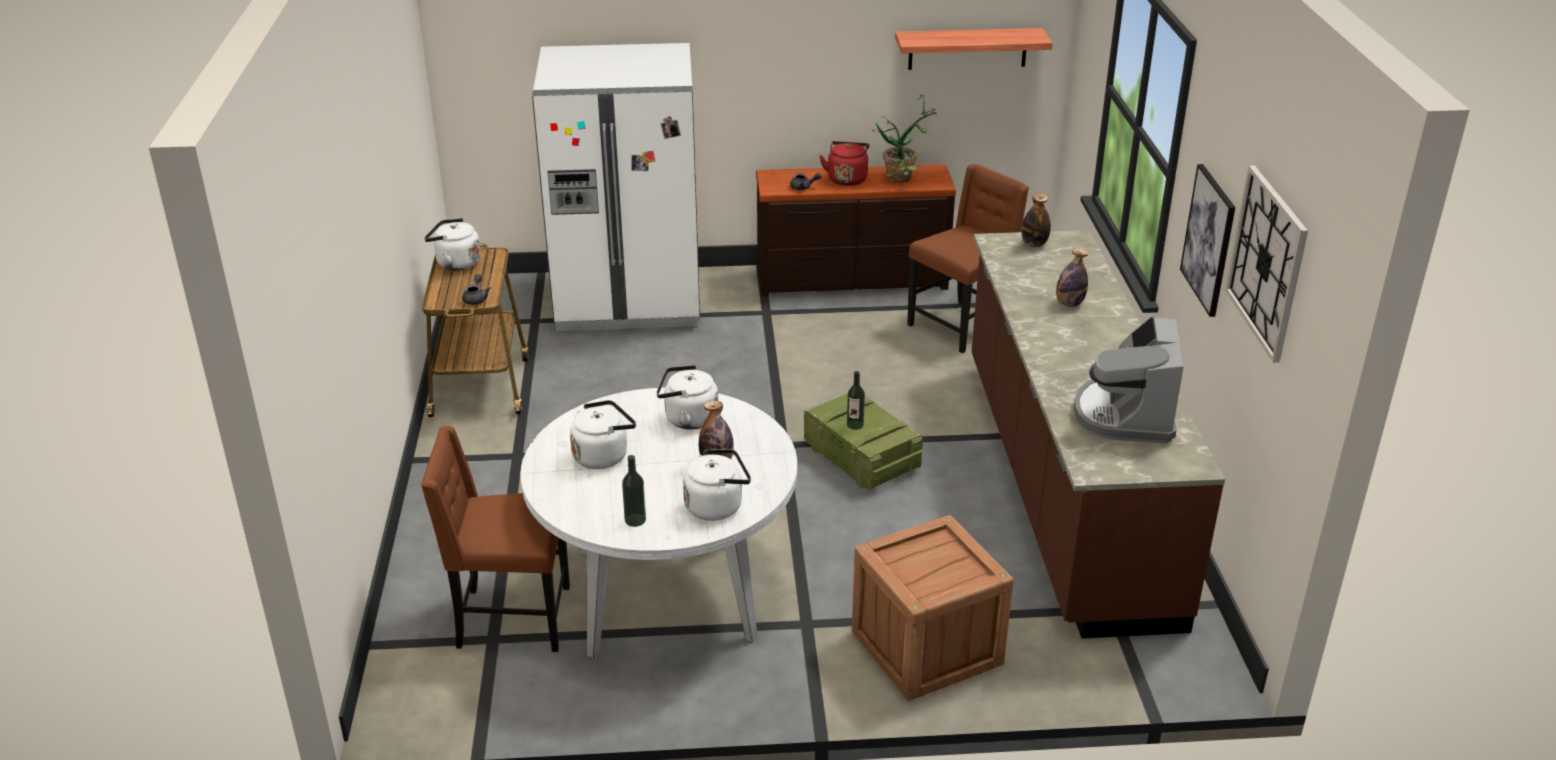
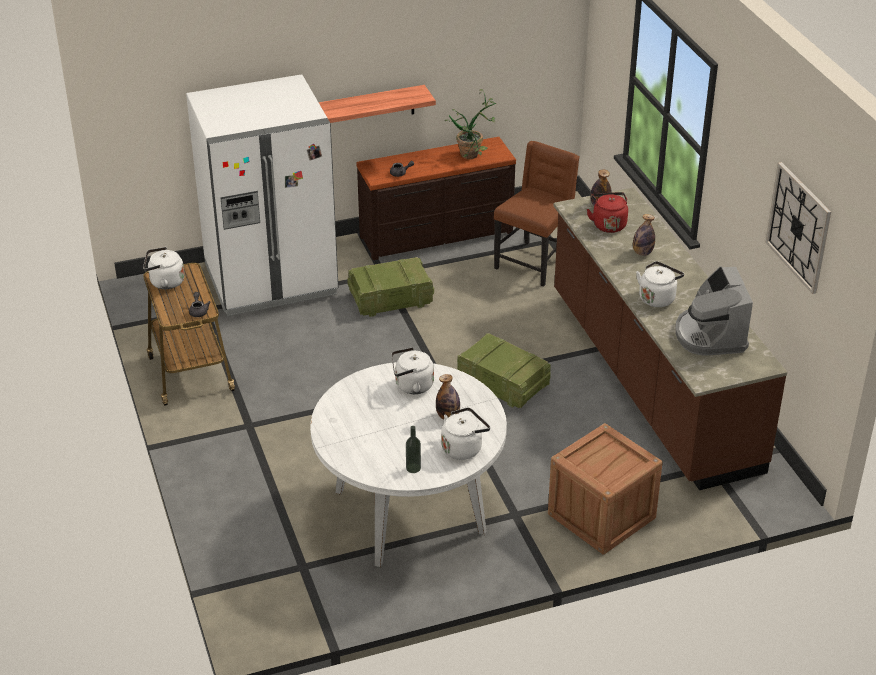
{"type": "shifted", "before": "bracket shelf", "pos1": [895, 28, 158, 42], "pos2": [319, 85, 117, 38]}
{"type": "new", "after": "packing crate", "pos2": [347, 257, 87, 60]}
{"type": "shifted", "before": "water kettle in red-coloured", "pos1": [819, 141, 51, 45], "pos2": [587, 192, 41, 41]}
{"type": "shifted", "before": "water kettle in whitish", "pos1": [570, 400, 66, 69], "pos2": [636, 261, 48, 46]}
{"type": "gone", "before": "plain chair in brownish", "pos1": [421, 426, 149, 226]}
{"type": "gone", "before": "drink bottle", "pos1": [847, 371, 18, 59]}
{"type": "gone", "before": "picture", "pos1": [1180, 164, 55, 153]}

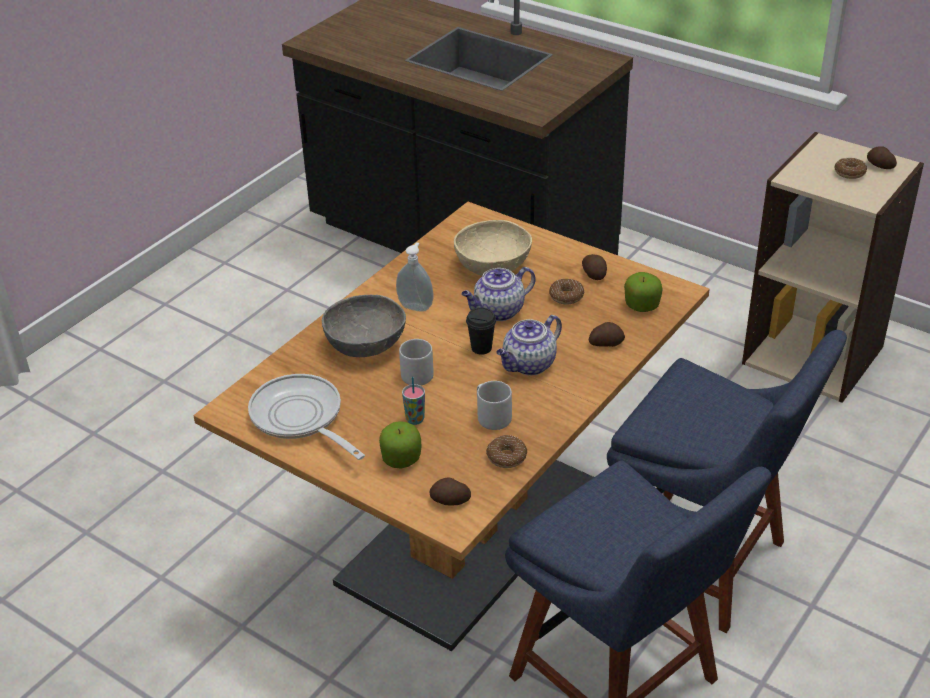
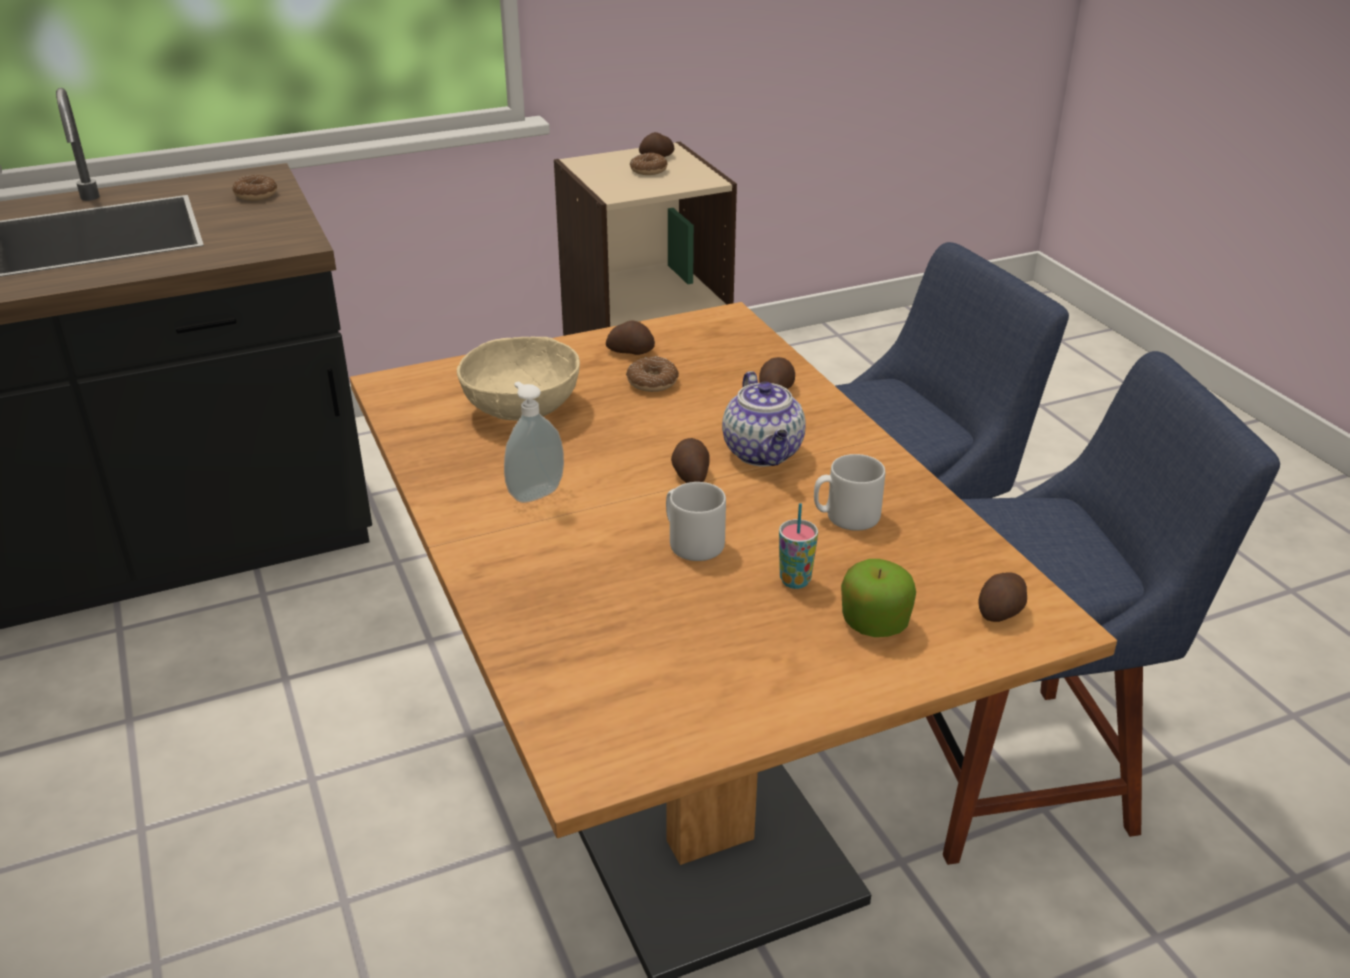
{"type": "shifted", "before": "doughnut", "pos1": [486, 435, 41, 33], "pos2": [232, 175, 45, 26]}
{"type": "swapped", "before": "small cup in blackish", "after": "whole potato", "pos1": [466, 308, 30, 47], "pos2": [671, 438, 39, 45]}
{"type": "gone", "before": "skillet", "pos1": [248, 374, 117, 86]}
{"type": "gone", "before": "bowl in greyish", "pos1": [322, 295, 84, 62]}
{"type": "gone", "before": "tea pot", "pos1": [461, 267, 75, 54]}
{"type": "gone", "before": "apple fruit", "pos1": [624, 272, 39, 40]}

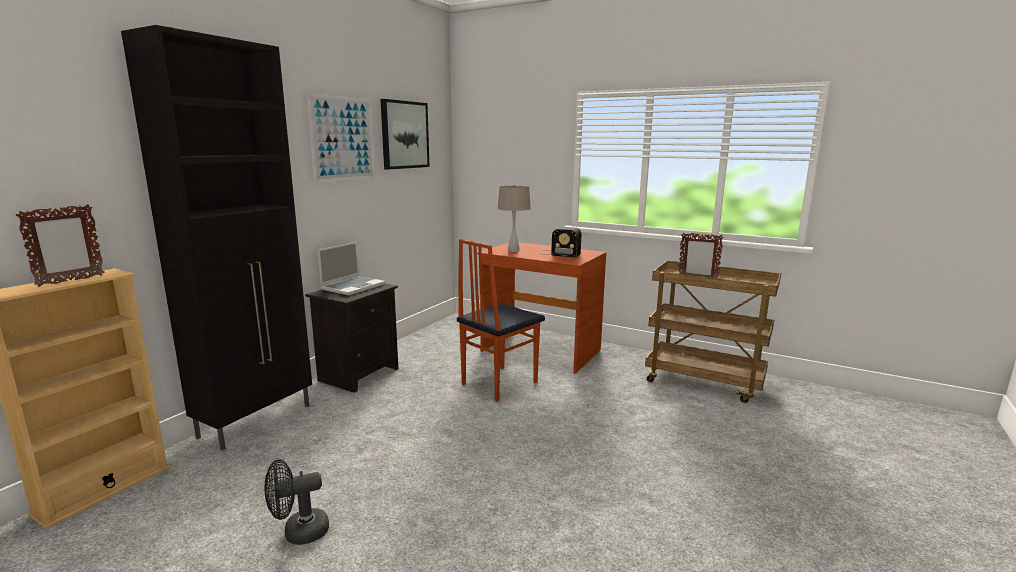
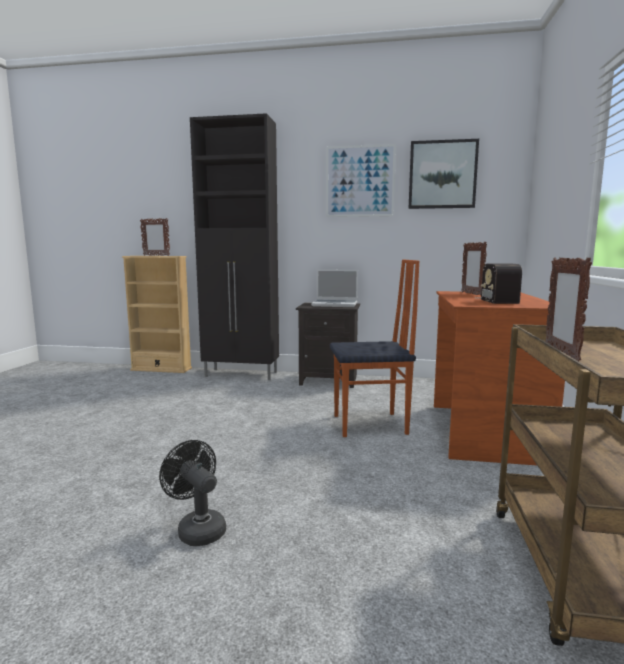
{"type": "shifted", "before": "cooling fan in blackish", "pos1": [264, 460, 65, 85], "pos2": [159, 440, 67, 106]}
{"type": "rotated", "before": "plain chair", "pos1": [457, 239, 88, 162], "pos2": [330, 259, 89, 178], "turn": 150}
{"type": "swapped", "before": "tabletop lamp in sand-coloured", "after": "standing frame", "pos1": [498, 185, 33, 67], "pos2": [461, 242, 26, 53]}

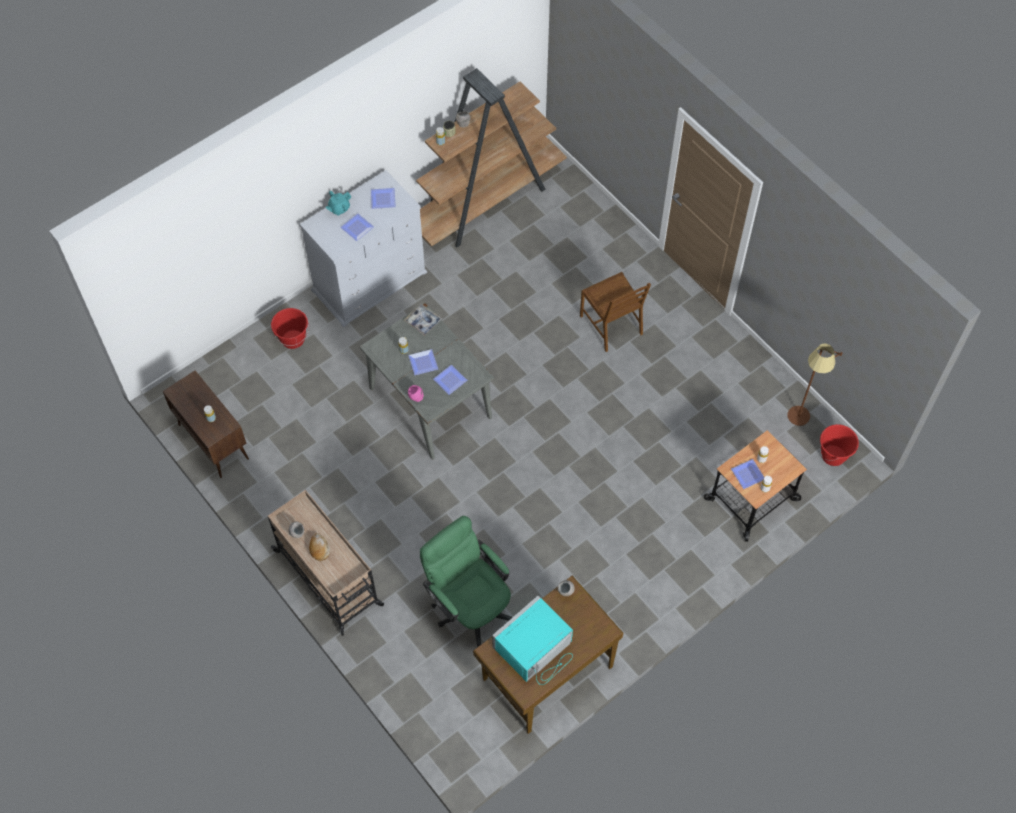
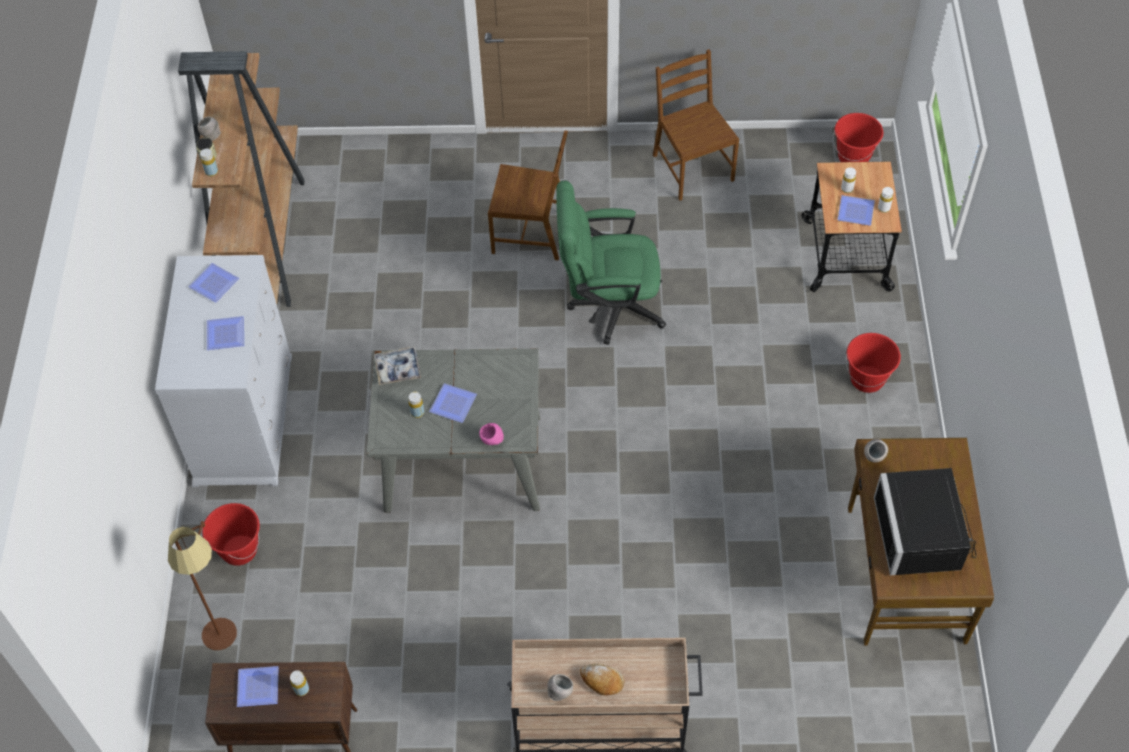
{"type": "shifted", "before": "standing lamp in brownish", "pos1": [788, 343, 54, 83], "pos2": [168, 521, 69, 129]}
{"type": "shifted", "before": "plate", "pos1": [433, 365, 34, 30], "pos2": [237, 666, 42, 41]}
{"type": "shifted", "before": "office chair in green-coloured", "pos1": [420, 516, 92, 131], "pos2": [556, 180, 110, 165]}
{"type": "new", "after": "plain chair in brownish", "pos2": [653, 49, 86, 152]}
{"type": "new", "after": "water bucket in red-coloured", "pos2": [846, 333, 55, 60]}
{"type": "repainted", "before": "microwave in blue-green", "after": "microwave in blackish", "pos1": [492, 595, 81, 90], "pos2": [874, 468, 102, 107]}
{"type": "gone", "before": "tea pot in blue-green", "pos1": [325, 191, 26, 24]}

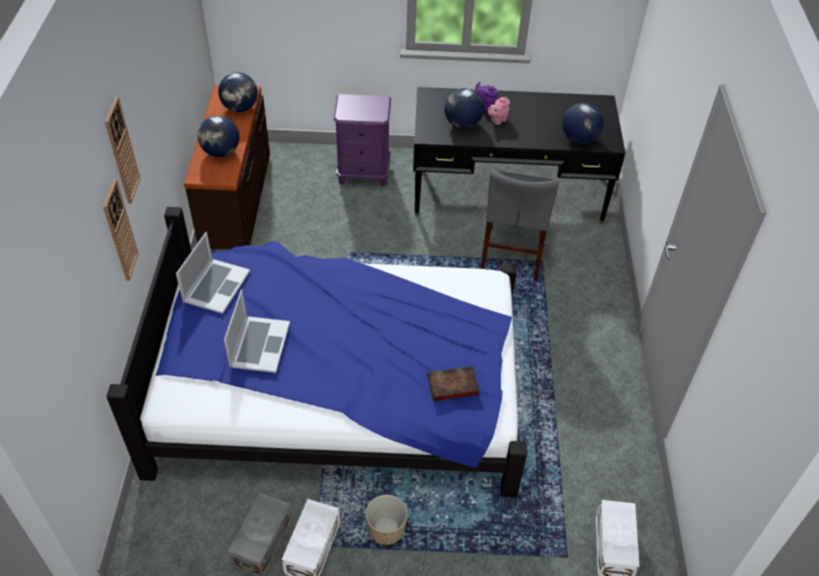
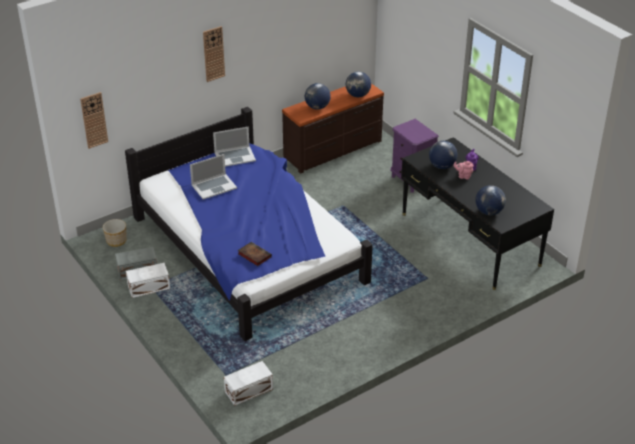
{"type": "shifted", "before": "wall clock", "pos1": [103, 179, 35, 102], "pos2": [80, 92, 28, 57]}
{"type": "shifted", "before": "plant pot", "pos1": [365, 495, 43, 50], "pos2": [103, 219, 24, 28]}
{"type": "gone", "before": "plain chair in greyish", "pos1": [480, 170, 79, 111]}

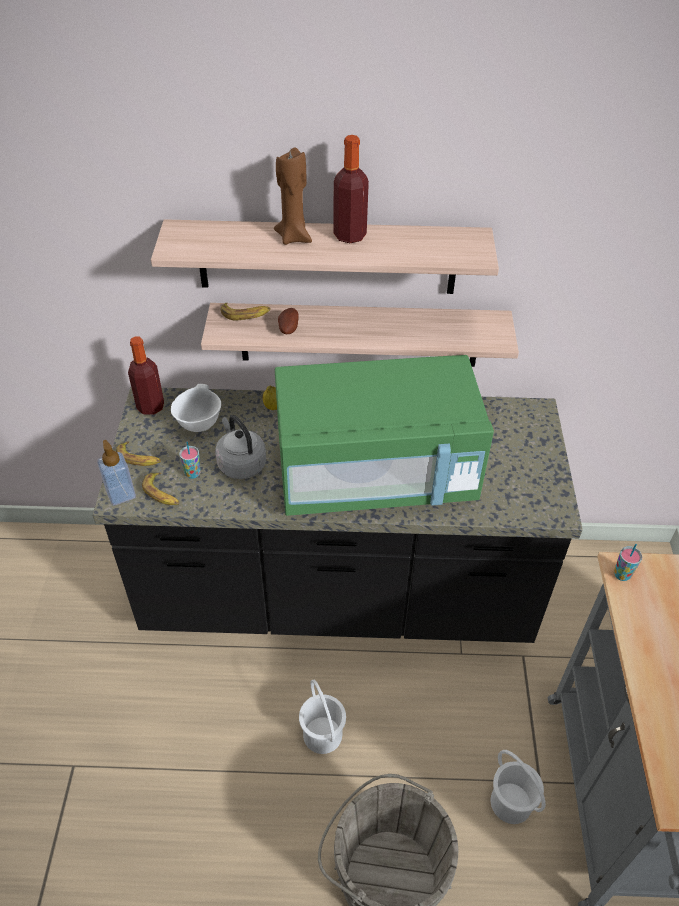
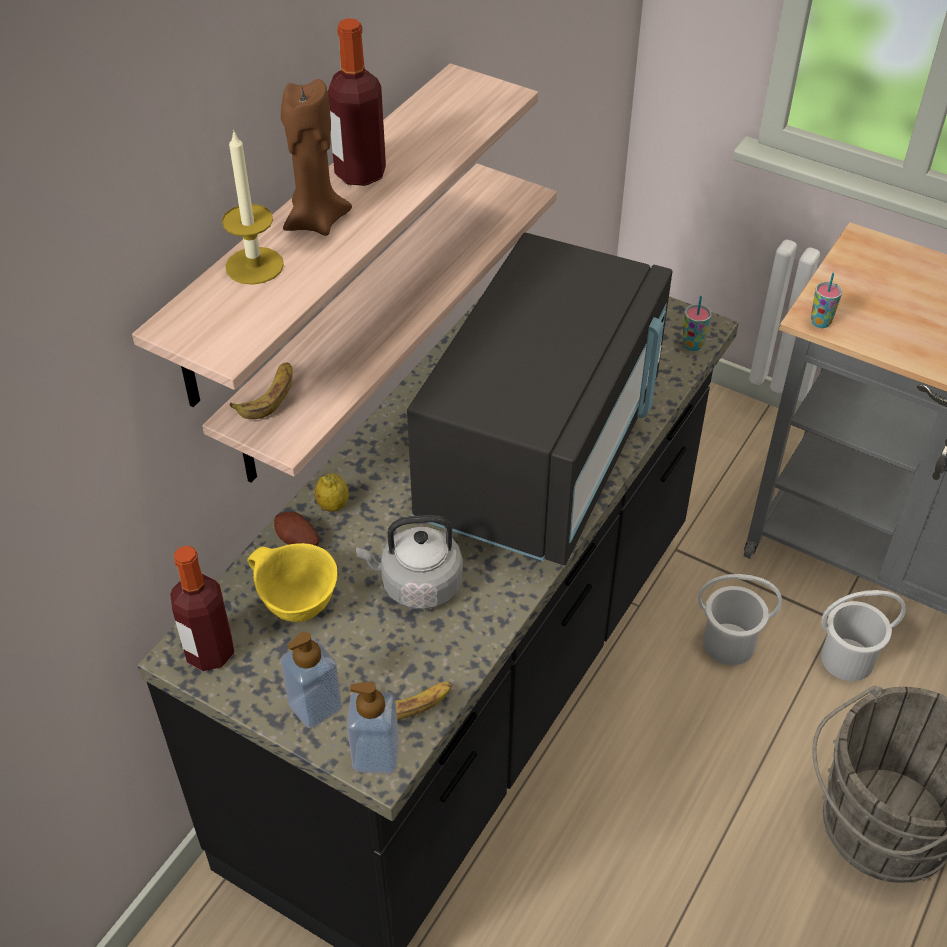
{"type": "new", "after": "wax candle", "pos2": [222, 130, 62, 155]}
{"type": "repainted", "before": "bowl in whitish", "after": "bowl in yellowish", "pos1": [171, 384, 50, 48], "pos2": [247, 543, 90, 79]}
{"type": "shifted", "before": "whole potato", "pos1": [278, 308, 21, 26], "pos2": [274, 512, 45, 34]}
{"type": "swapped", "before": "banana fruit", "after": "soap dispenser", "pos1": [116, 441, 45, 25], "pos2": [280, 632, 62, 96]}
{"type": "repainted", "before": "microwave in green-coloured", "after": "microwave in blackish", "pos1": [275, 355, 219, 161], "pos2": [407, 233, 266, 332]}
{"type": "shifted", "before": "small cup", "pos1": [179, 442, 22, 37], "pos2": [683, 295, 29, 56]}
{"type": "shifted", "before": "water bucket in whitish", "pos1": [299, 680, 47, 74], "pos2": [698, 574, 84, 91]}

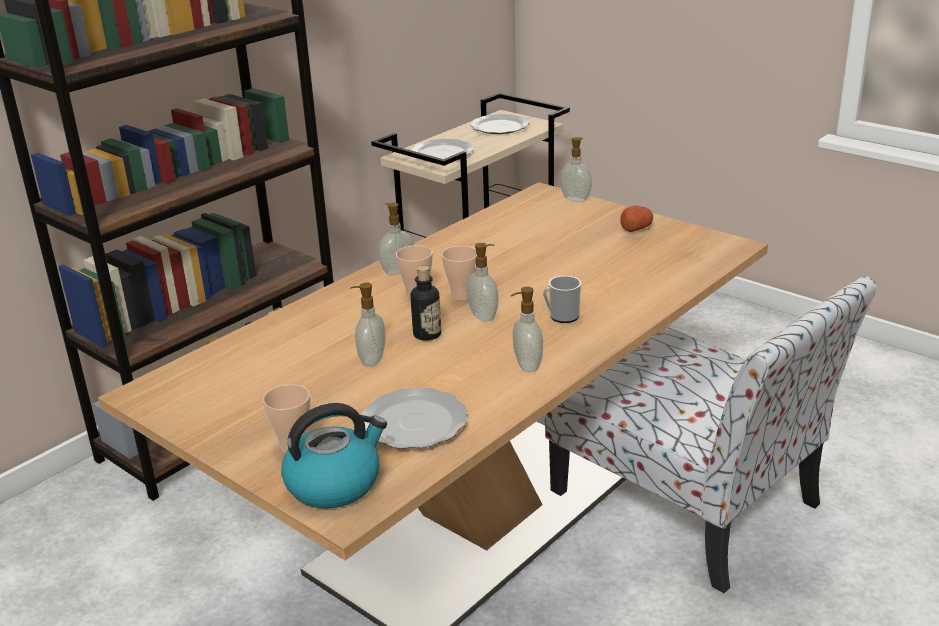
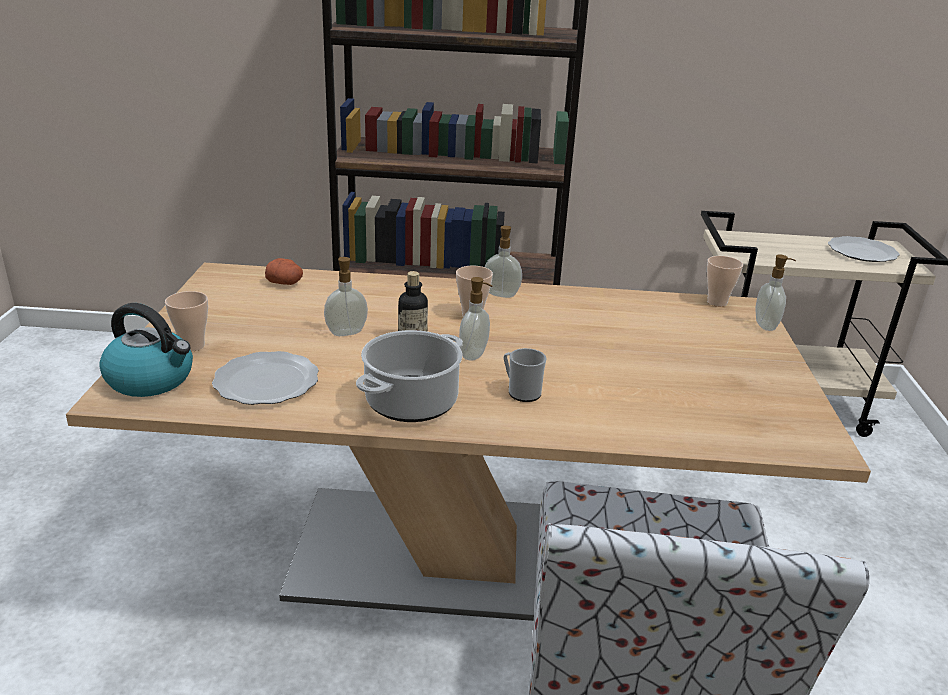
{"type": "shifted", "before": "whole potato", "pos1": [620, 205, 33, 27], "pos2": [265, 258, 38, 27]}
{"type": "swapped", "before": "soap dispenser", "after": "stockpot", "pos1": [511, 287, 32, 85], "pos2": [356, 330, 107, 92]}
{"type": "shifted", "before": "small cup", "pos1": [442, 246, 35, 54], "pos2": [707, 256, 36, 51]}
{"type": "gone", "before": "plate", "pos1": [411, 139, 63, 20]}

